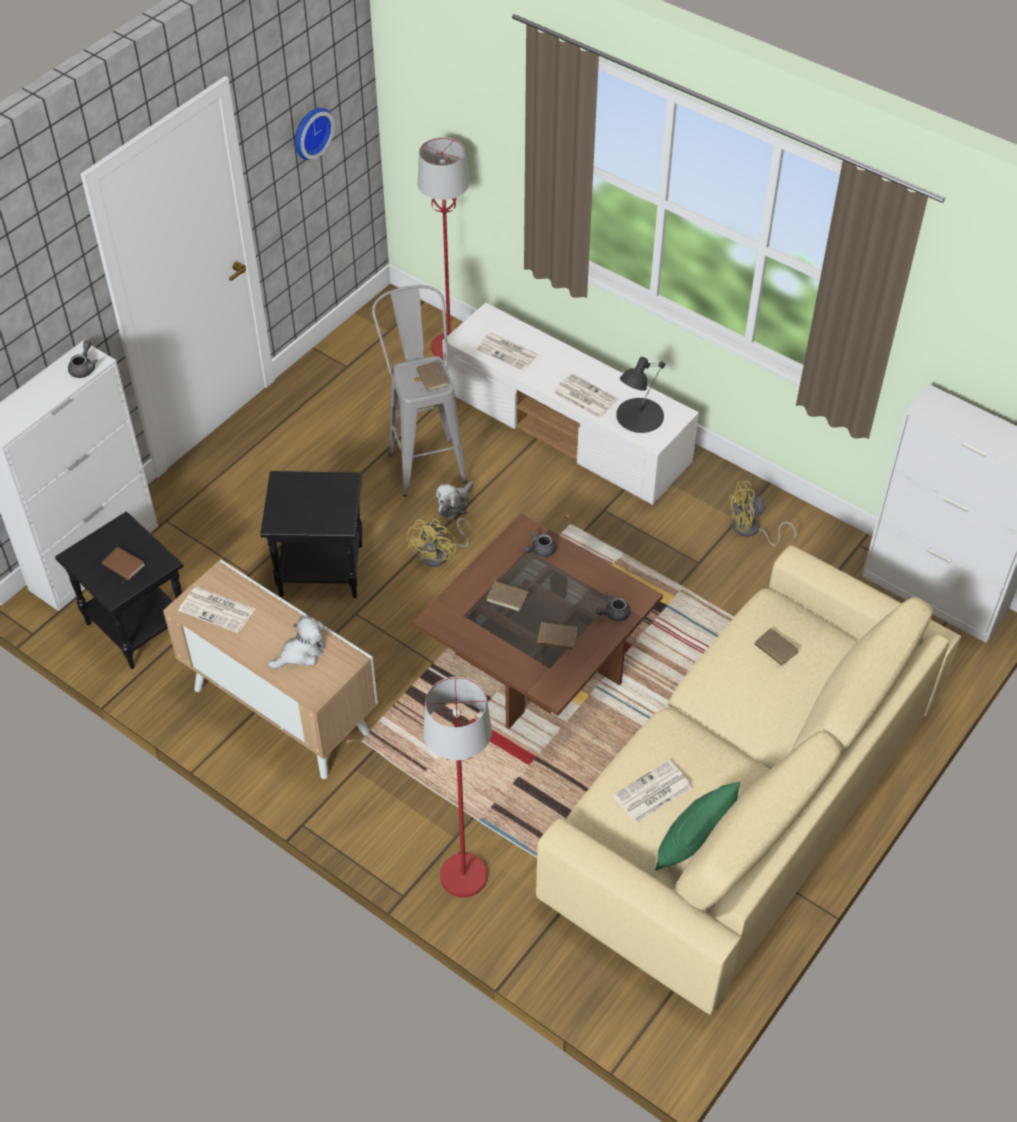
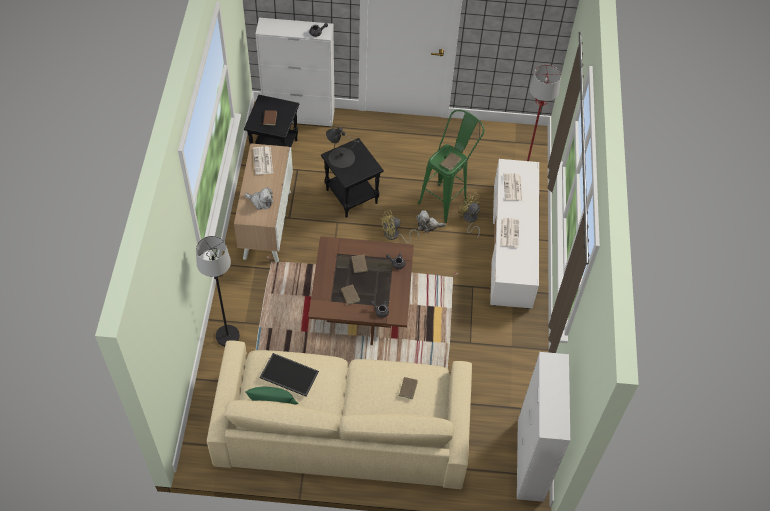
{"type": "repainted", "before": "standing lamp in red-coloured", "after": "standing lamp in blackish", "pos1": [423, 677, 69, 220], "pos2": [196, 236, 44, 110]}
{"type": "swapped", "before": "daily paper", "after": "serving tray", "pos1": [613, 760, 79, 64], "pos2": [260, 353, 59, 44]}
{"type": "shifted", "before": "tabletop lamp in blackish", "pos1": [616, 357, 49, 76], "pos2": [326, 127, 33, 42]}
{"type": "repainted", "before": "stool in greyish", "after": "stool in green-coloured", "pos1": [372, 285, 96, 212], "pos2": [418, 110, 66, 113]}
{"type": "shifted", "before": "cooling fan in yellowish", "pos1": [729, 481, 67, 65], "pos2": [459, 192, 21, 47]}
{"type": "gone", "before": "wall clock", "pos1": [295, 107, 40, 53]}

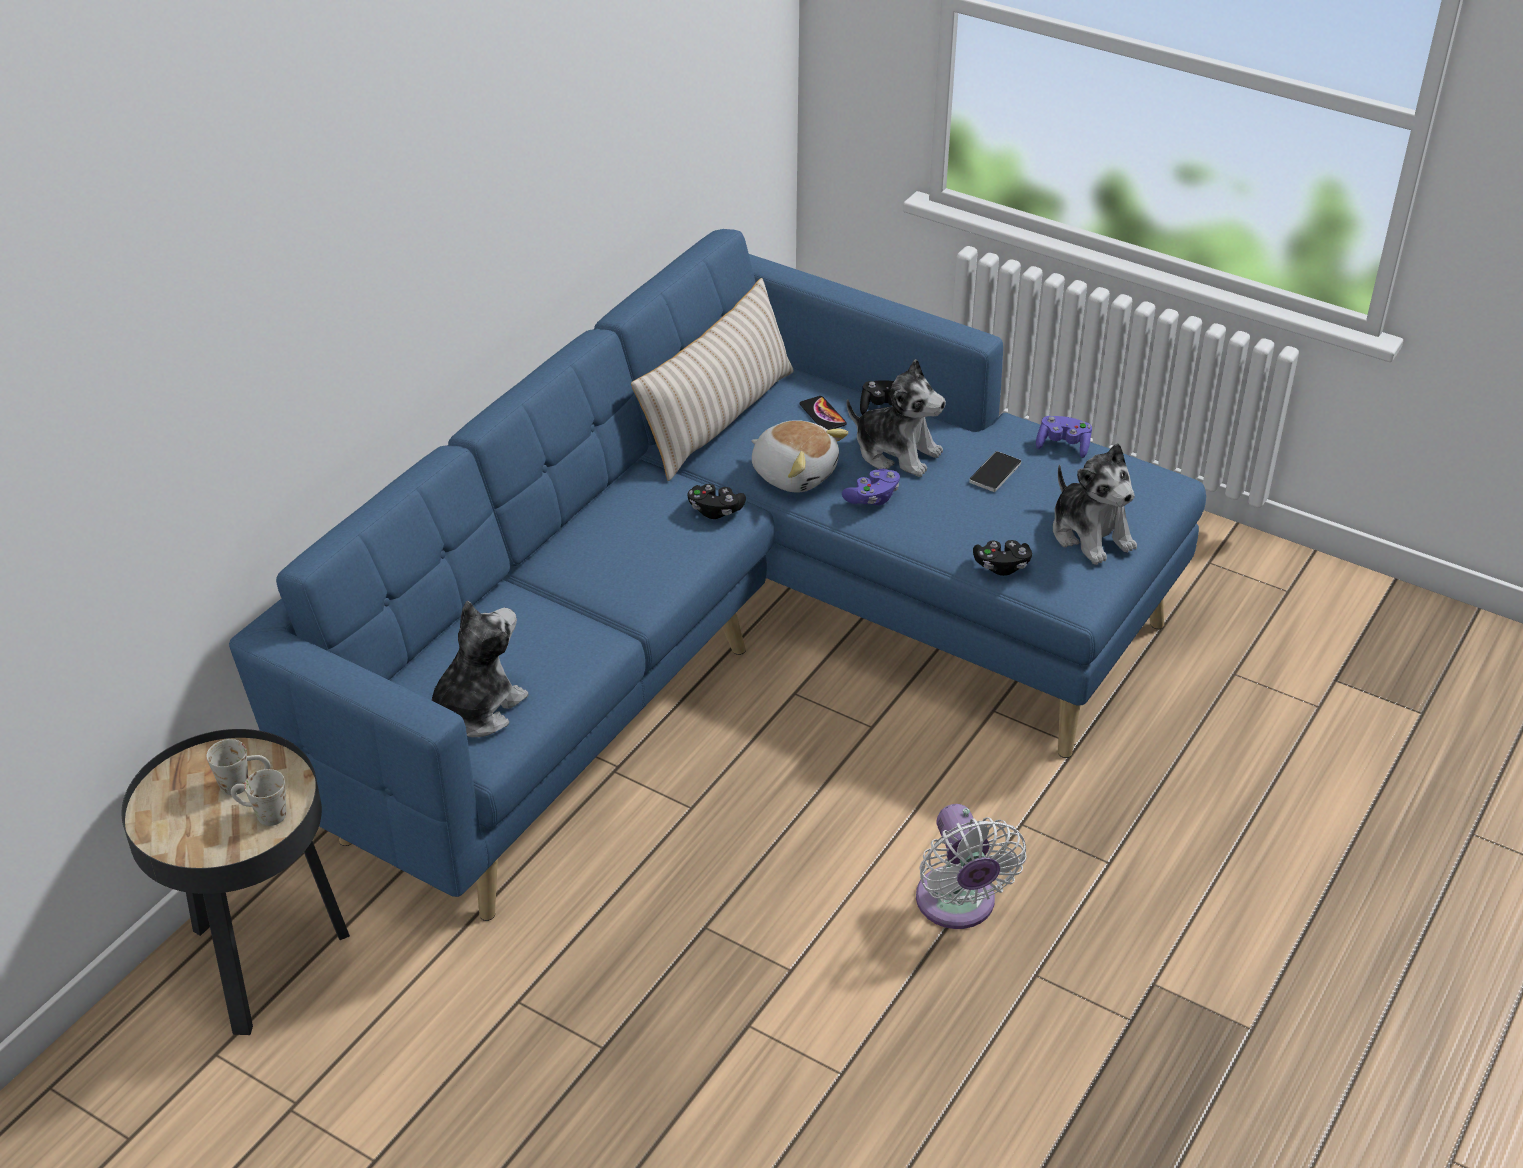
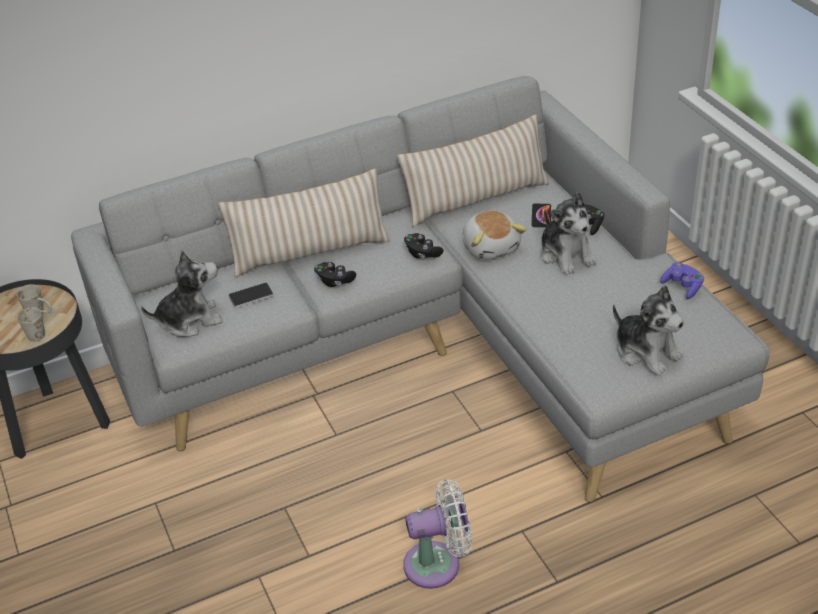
{"type": "repainted", "before": "settee in bluish", "after": "settee in greyish", "pos1": [229, 229, 977, 692], "pos2": [71, 76, 698, 426]}
{"type": "new", "after": "throw pillow in sand-coloured", "pos2": [218, 168, 172, 109]}
{"type": "shifted", "before": "handset", "pos1": [969, 451, 52, 41], "pos2": [228, 282, 45, 26]}
{"type": "shifted", "before": "joypad in blackish", "pos1": [973, 540, 59, 36], "pos2": [314, 262, 42, 25]}
{"type": "rotated", "before": "cooling fan in whitish", "pos1": [916, 804, 111, 125], "pos2": [403, 479, 69, 110], "turn": -120}
{"type": "rotated", "before": "cuddly toy", "pos1": [1053, 443, 84, 122], "pos2": [613, 285, 71, 91], "turn": -45}
{"type": "gone", "before": "joypad in purple-coloured", "pos1": [842, 469, 58, 36]}

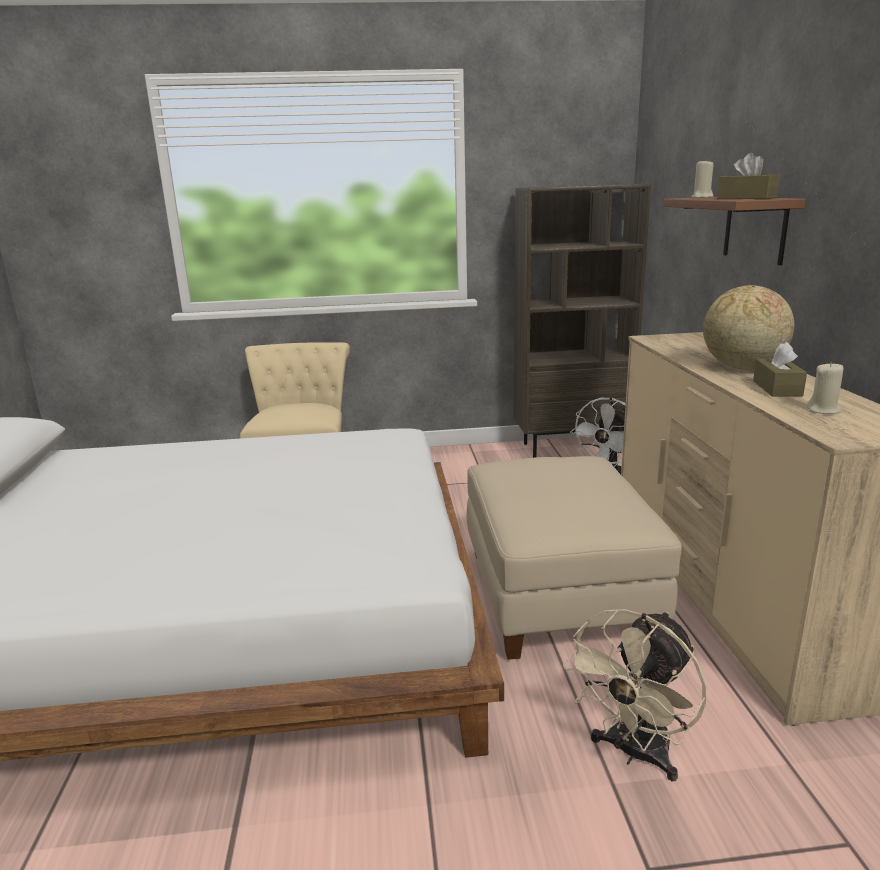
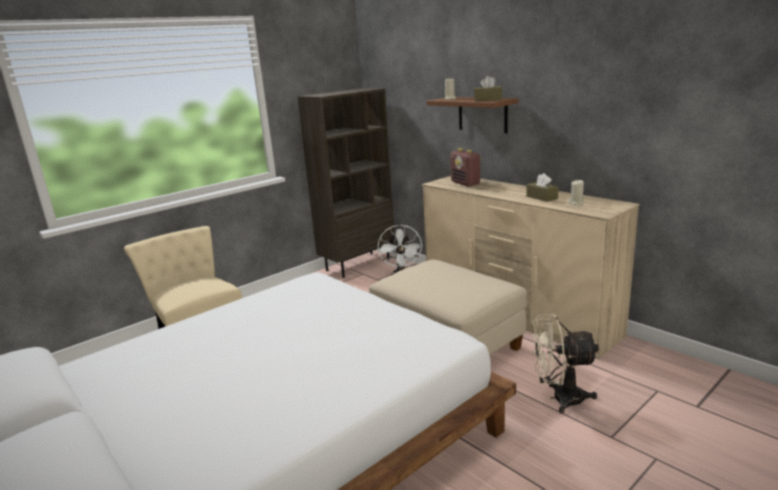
{"type": "new", "after": "radio set", "pos2": [450, 148, 31, 39]}
{"type": "rotated", "before": "cooling fan in sand-coloured", "pos1": [563, 609, 143, 172], "pos2": [532, 314, 67, 100], "turn": 90}
{"type": "gone", "before": "globe", "pos1": [703, 285, 91, 85]}

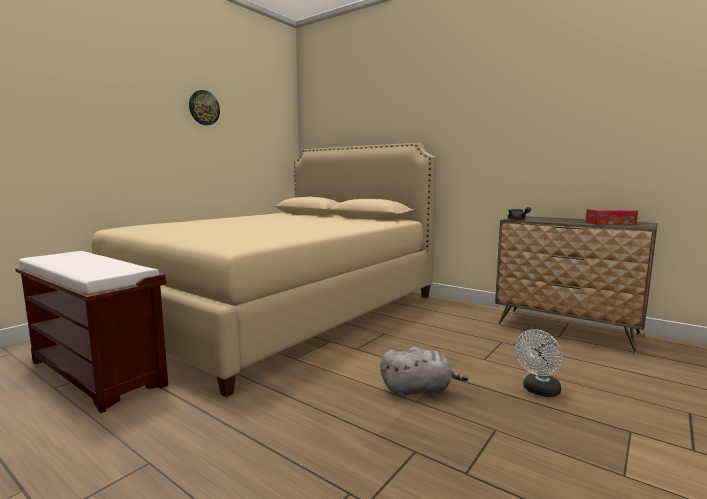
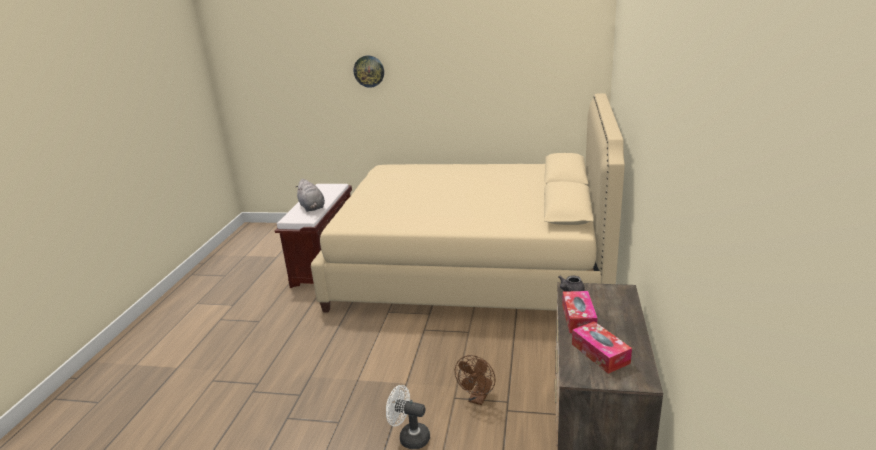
{"type": "shifted", "before": "cuddly toy in greyish", "pos1": [380, 347, 88, 51], "pos2": [296, 179, 29, 33]}
{"type": "shifted", "before": "wall clock", "pos1": [189, 90, 31, 35], "pos2": [353, 55, 31, 33]}
{"type": "new", "after": "cooling fan in brownish", "pos2": [455, 355, 40, 50]}
{"type": "new", "after": "tissue holder", "pos2": [562, 291, 35, 42]}

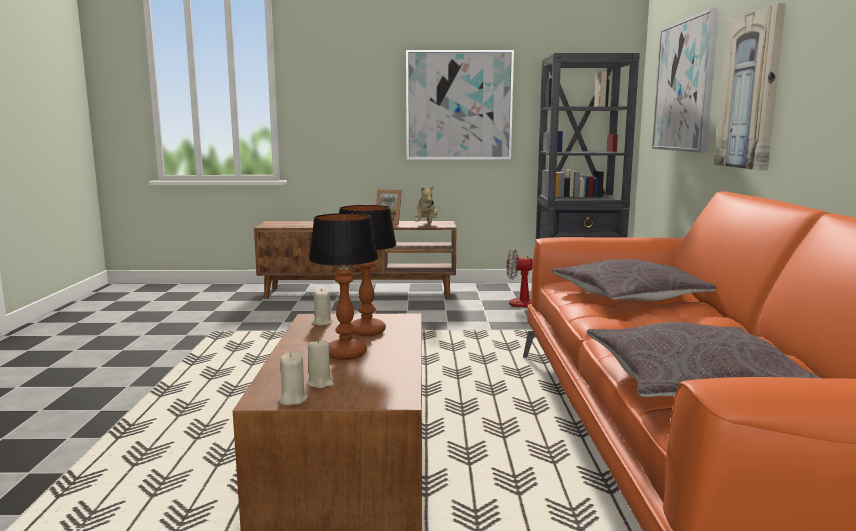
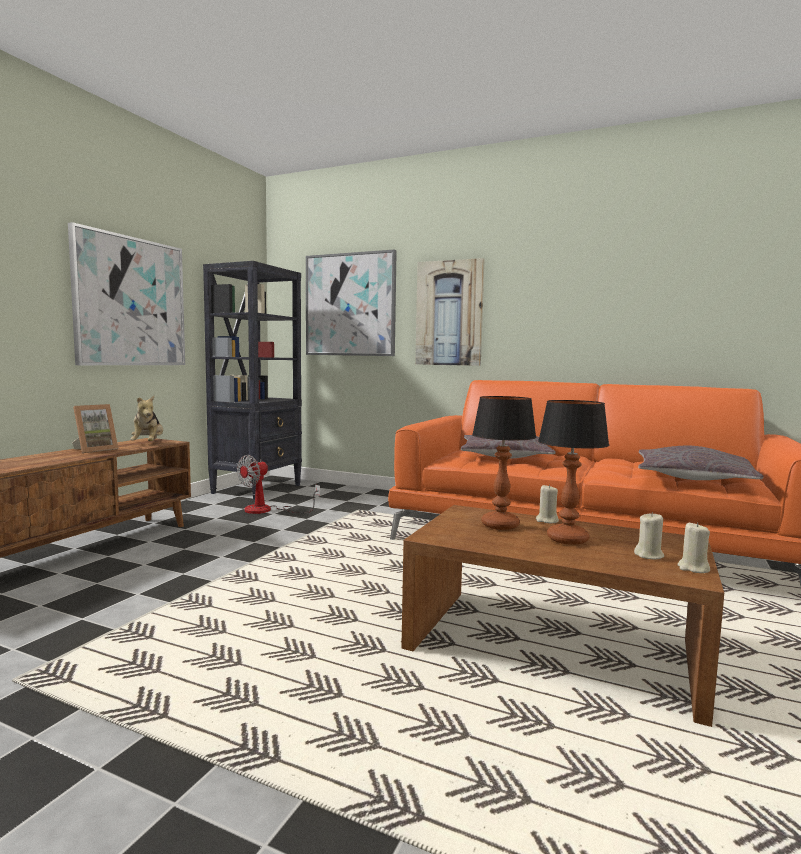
{"type": "rotated", "before": "cuddly toy", "pos1": [414, 186, 24, 36], "pos2": [130, 396, 33, 45], "turn": 45}
{"type": "shifted", "before": "wax candle in sand-coloured", "pos1": [312, 288, 21, 38], "pos2": [536, 485, 23, 38]}

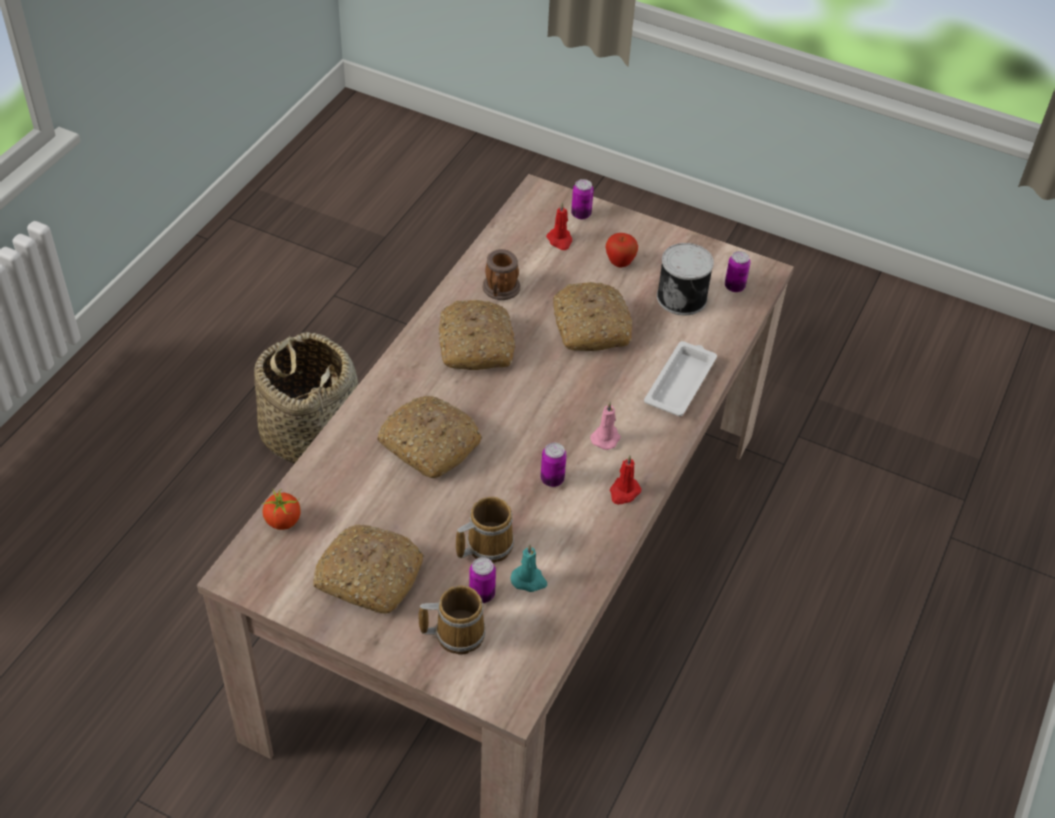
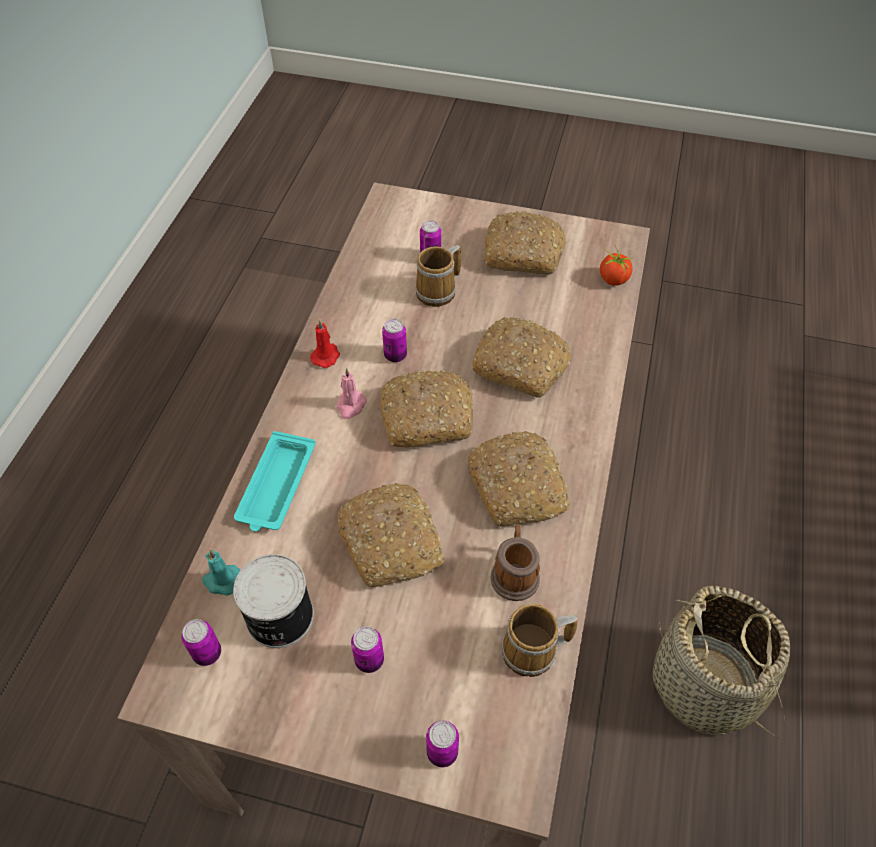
{"type": "shifted", "before": "wax candle in blue-green", "pos1": [511, 544, 36, 48], "pos2": [202, 550, 38, 45]}
{"type": "repainted", "before": "serving tray in whitish", "after": "serving tray in blue-green", "pos1": [644, 341, 73, 75], "pos2": [234, 431, 82, 101]}
{"type": "swapped", "before": "apple fruit", "after": "sealed can", "pos1": [606, 233, 32, 35], "pos2": [351, 626, 33, 47]}
{"type": "new", "after": "bread", "pos2": [381, 370, 92, 78]}
{"type": "shifted", "before": "coffee mug", "pos1": [419, 585, 66, 70], "pos2": [501, 604, 76, 73]}
{"type": "gone", "before": "wax candle in red-coloured", "pos1": [546, 202, 26, 48]}

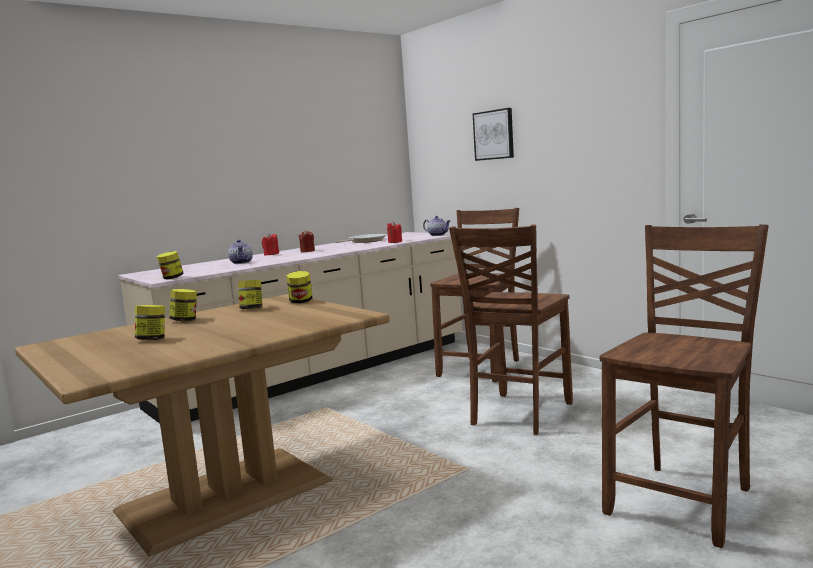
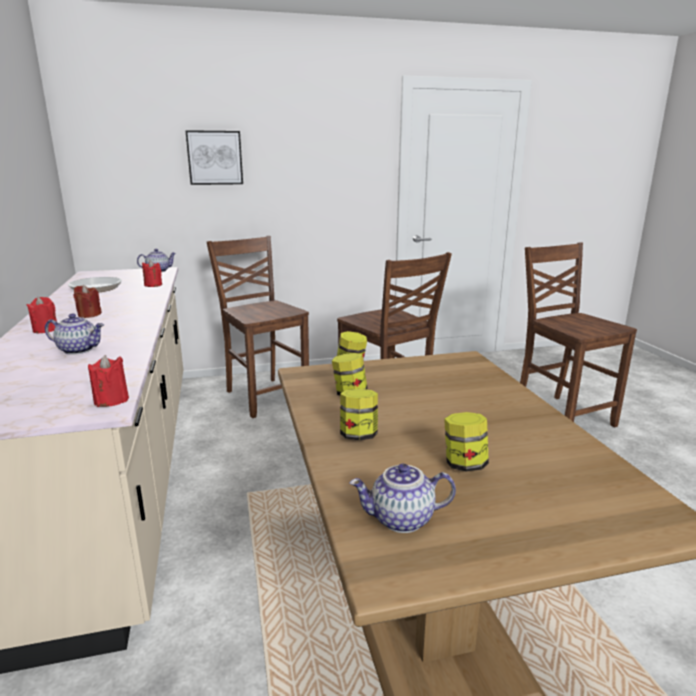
{"type": "swapped", "before": "jar", "after": "wax candle in red-coloured", "pos1": [157, 251, 27, 28], "pos2": [88, 355, 41, 52]}
{"type": "new", "after": "tea pot", "pos2": [349, 464, 107, 69]}

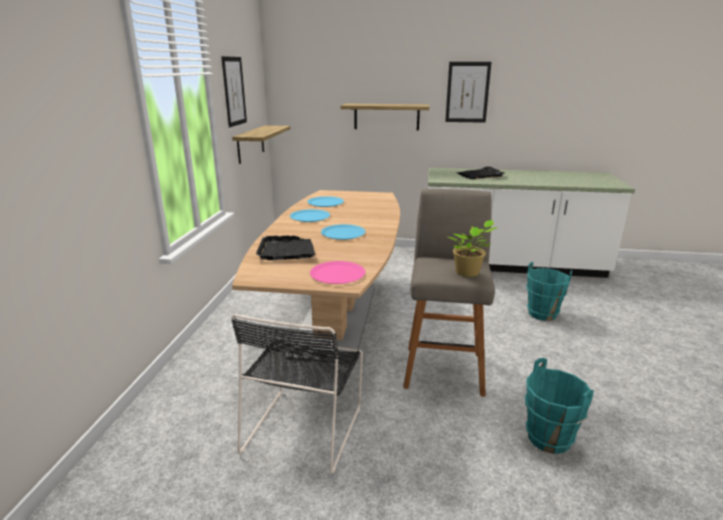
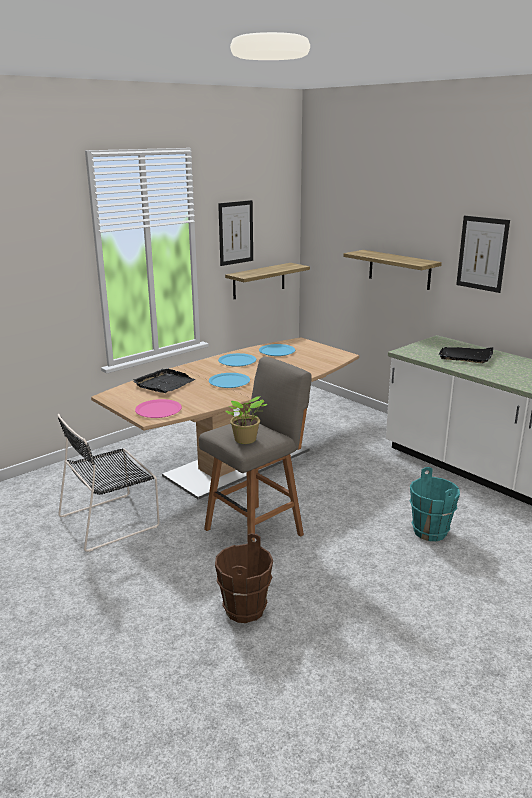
{"type": "repainted", "before": "water bucket in blue-green", "after": "water bucket in brownish", "pos1": [525, 358, 69, 96], "pos2": [215, 533, 58, 90]}

